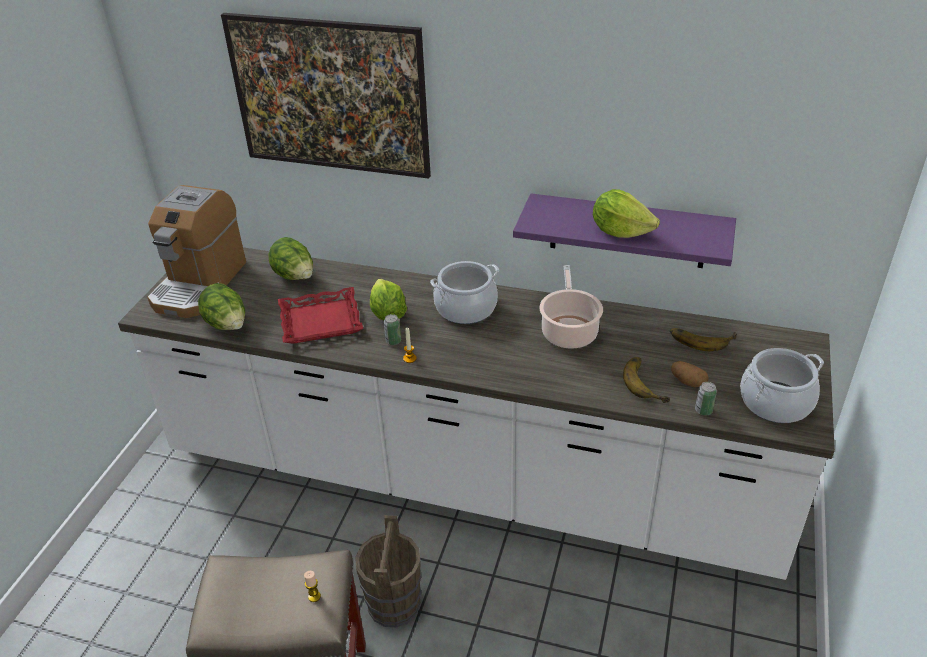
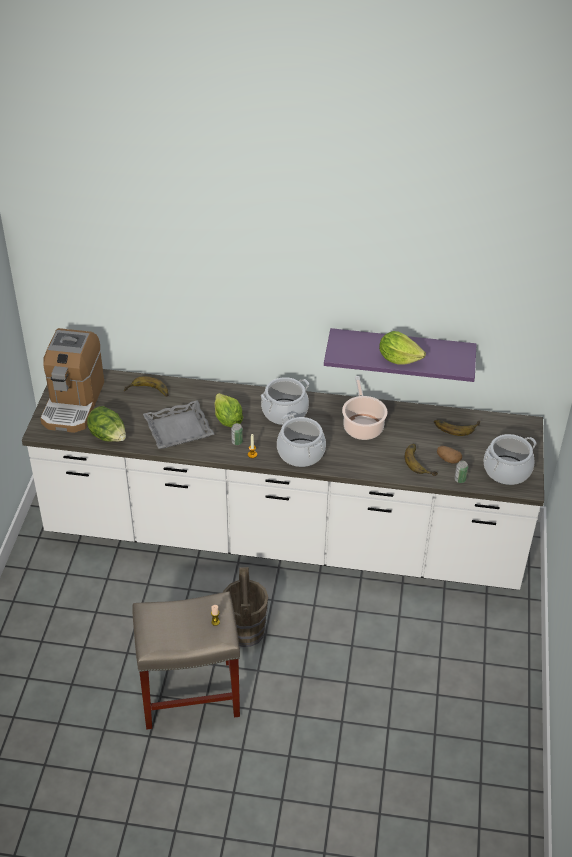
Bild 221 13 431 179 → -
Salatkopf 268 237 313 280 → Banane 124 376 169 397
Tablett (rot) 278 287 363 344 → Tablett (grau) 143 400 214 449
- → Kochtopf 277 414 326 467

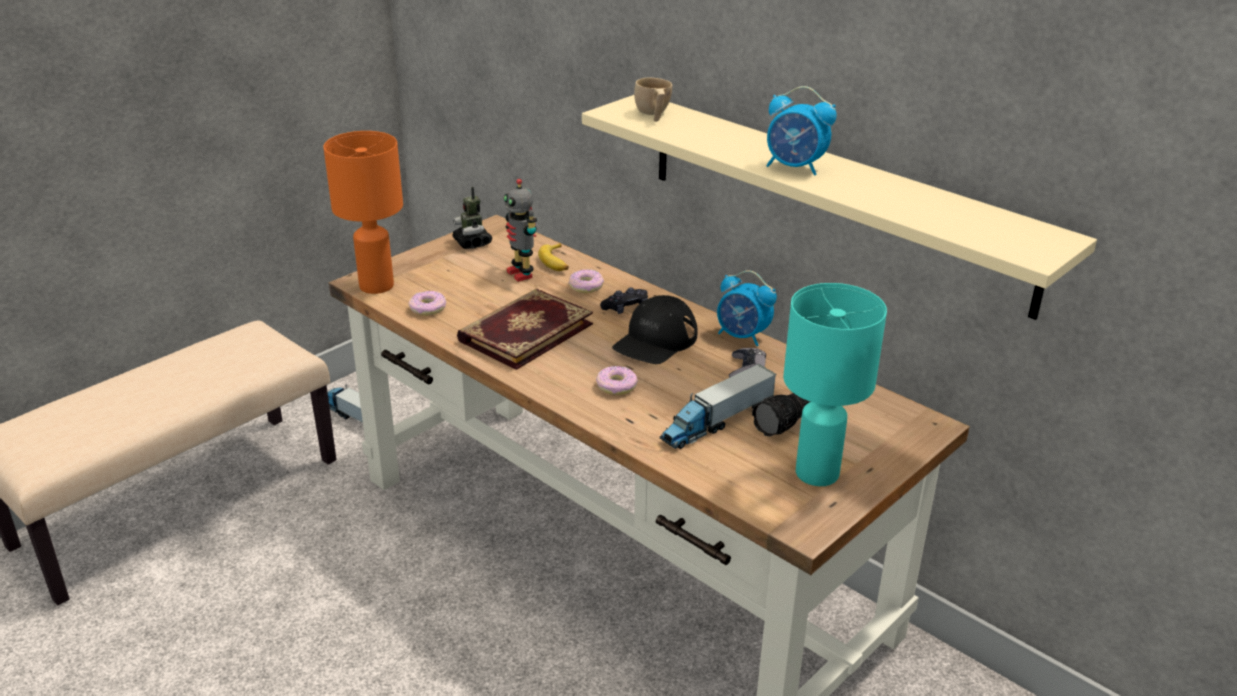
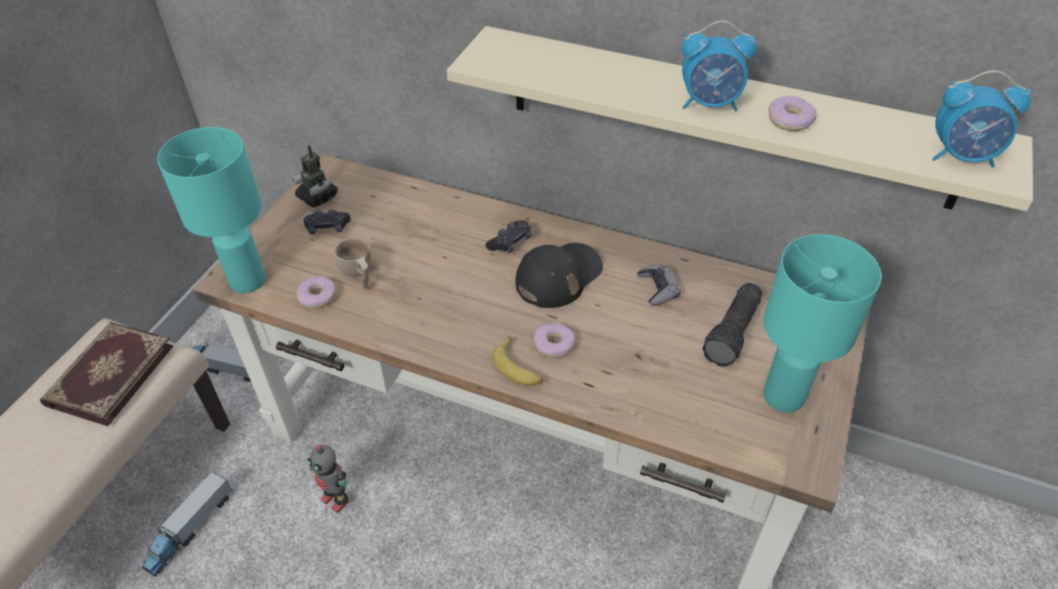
Tasse (beige) 634 78 672 122 → Tasse (beige) 334 238 371 290, moved
Tischlampe (orange) 323 131 403 294 → Tischlampe (türkis) 157 127 266 293
Spielzeugroboter 504 179 537 282 → Spielzeugroboter 307 445 348 513, moved
Banane 538 243 569 271 → Banane 492 336 543 386, moved
Donut 569 269 604 293 → Donut 768 96 816 131, moved
Wecker 717 270 777 346 → Wecker 932 70 1032 167, moved
Buch 457 289 593 370 → Buch 40 322 173 426, moved
Kappe (schwarz) 612 295 698 364 → Kappe (schwarz) 516 243 603 308, 150 degrees counterclockwise
Spielzeuglaster 660 364 776 449 → Spielzeuglaster 141 471 233 577, moved
- → Gamepad (schwarz) 303 209 351 234

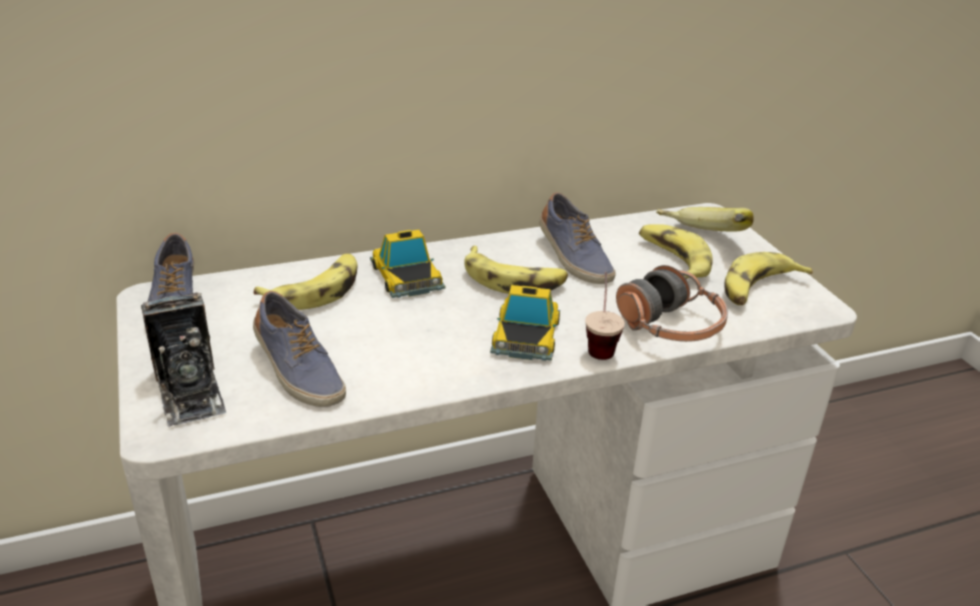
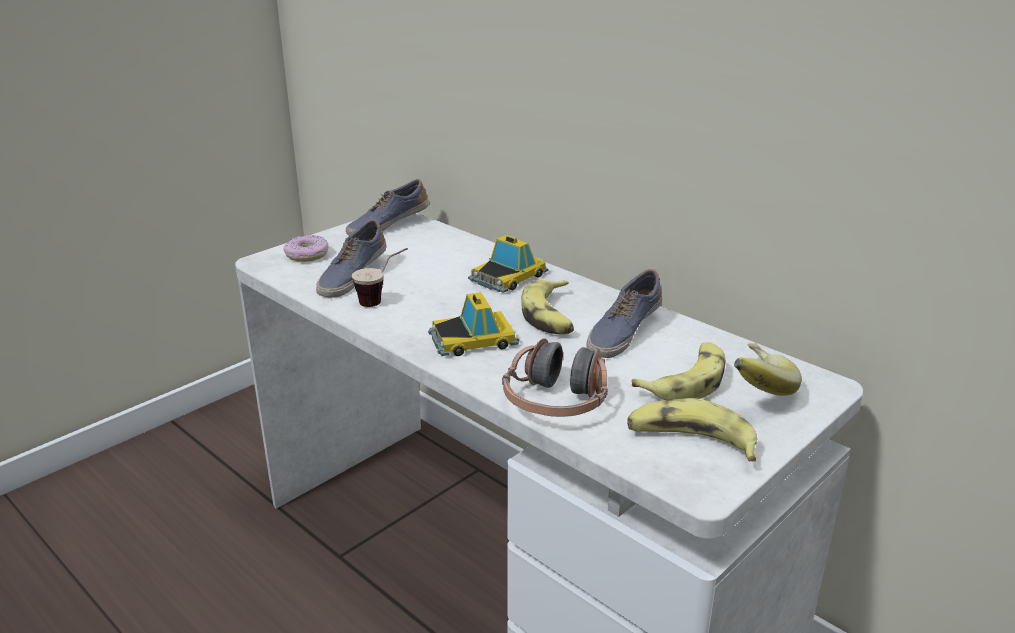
Banane 254 254 358 310 → -
Tasse 585 272 625 360 → Tasse 352 248 408 307, moved
Kamera 141 293 226 427 → Donut 283 235 329 262

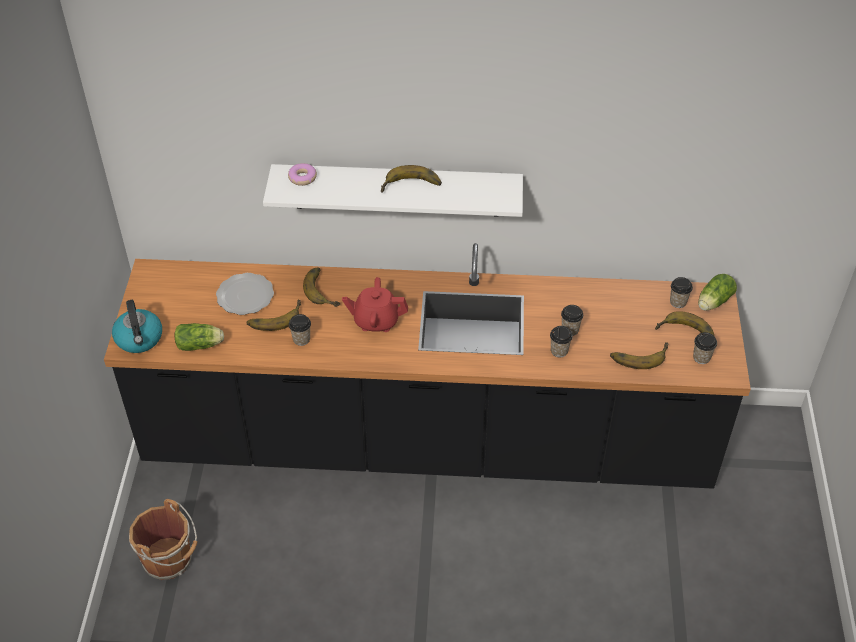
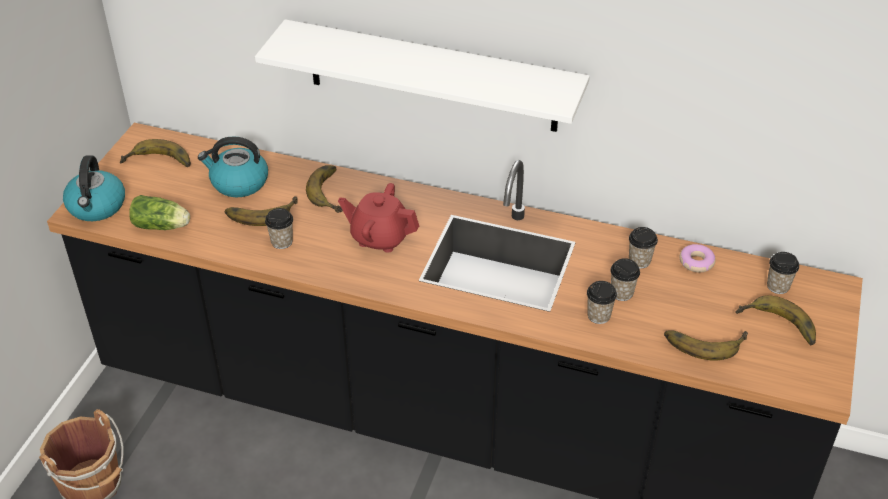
Donut 288 163 317 186 → Donut 680 244 716 272, moved
Banane 381 165 442 193 → Banane 120 139 191 167, moved
Teller 216 273 274 315 → Wasserkessel 198 137 268 197
Salatkopf 698 274 737 311 → -
Tasse 693 332 717 364 → Tasse 629 227 658 268, moved

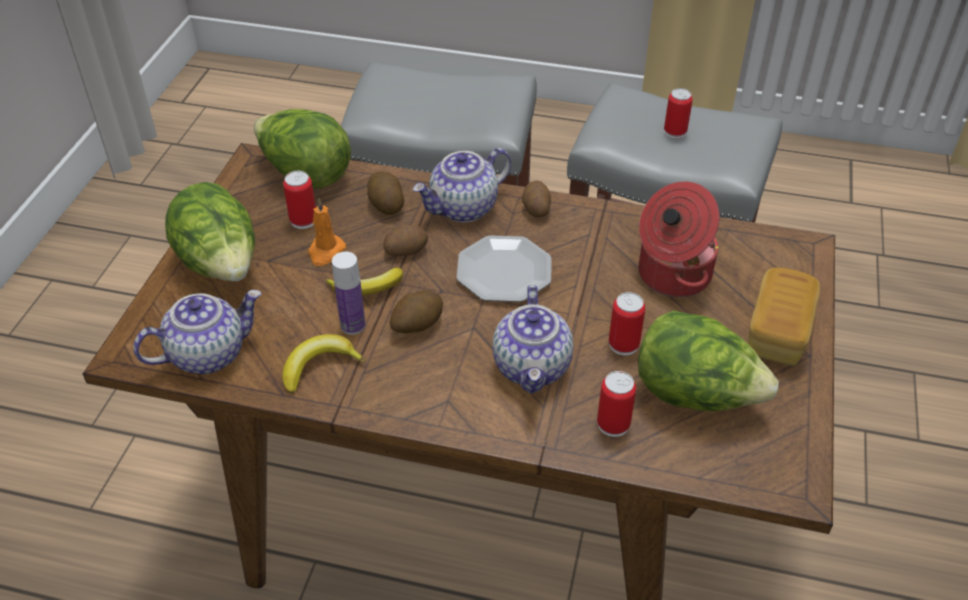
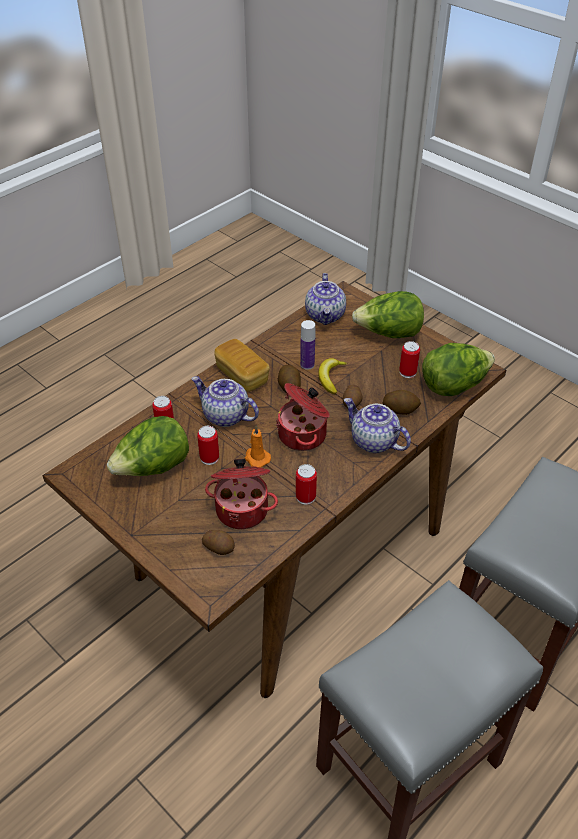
Dose 664 88 693 139 → Dose 296 464 317 505, moved
Teekanne 413 148 511 222 → Teekanne 344 398 411 453, 45 degrees counterclockwise
Kartoffel 522 181 551 217 → Kartoffel 202 530 235 555, moved
Kerze (orange) 308 198 346 266 → Kerze (orange) 245 426 271 468, moved
Teller 456 235 551 302 → Kochtopf 276 383 330 451
Brot 748 268 820 366 → Brot 214 339 270 392, moved
Banane 282 334 366 394 → -

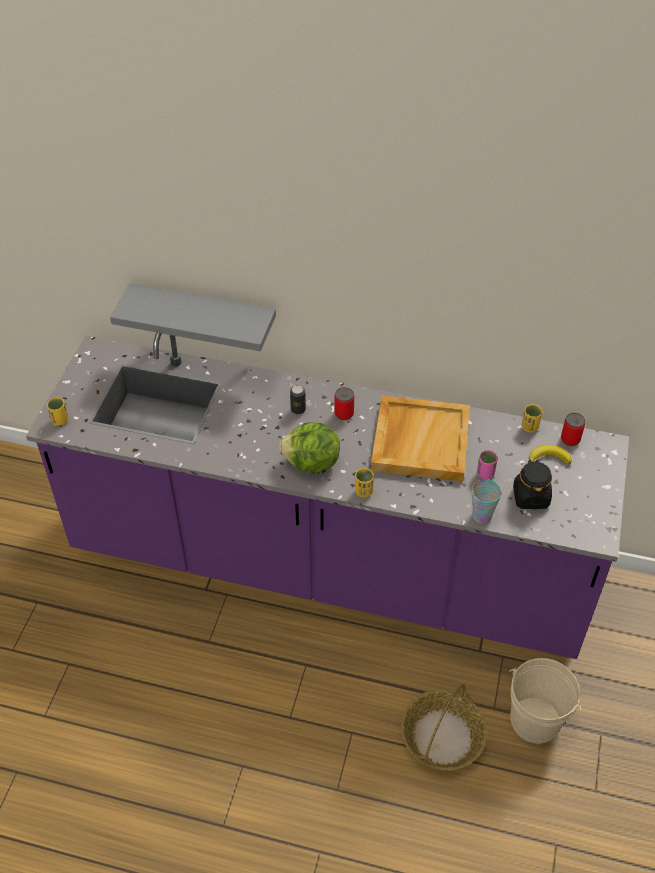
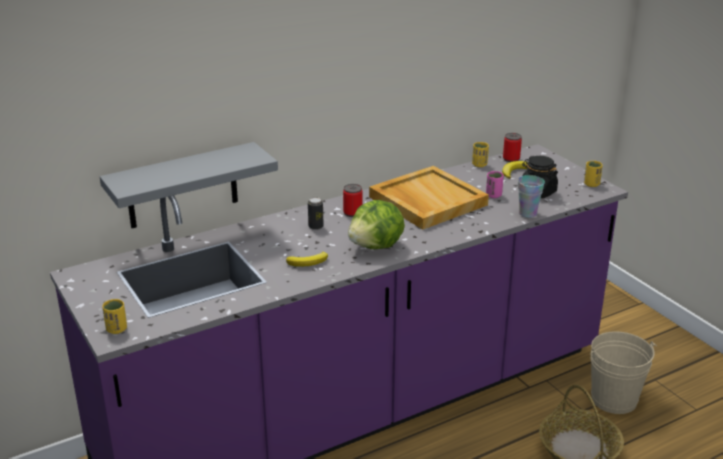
Tasse (gelb) 355 468 374 498 → Tasse (gelb) 584 161 603 187, moved
- → Banane 286 252 328 267

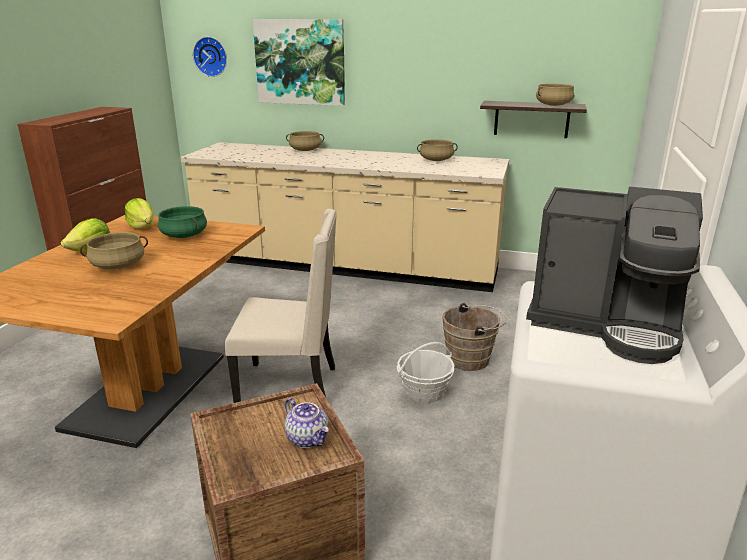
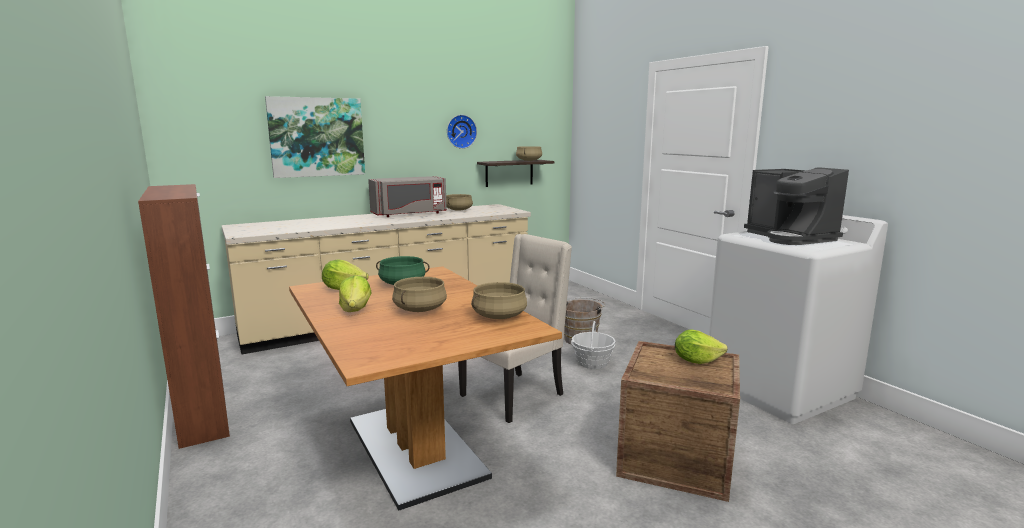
Wanduhr 193 37 227 77 → Wanduhr 447 115 477 149, moved
Kochtopf (beige) 286 131 324 151 → Kochtopf (beige) 471 282 527 319, moved
Kaffeemaschine 526 187 703 364 → Kaffeemaschine 744 167 849 245, 90 degrees clockwise
Teekanne 285 398 329 448 → Salatkopf 675 329 728 364
- → Mikrowelle (grau) 368 176 447 217

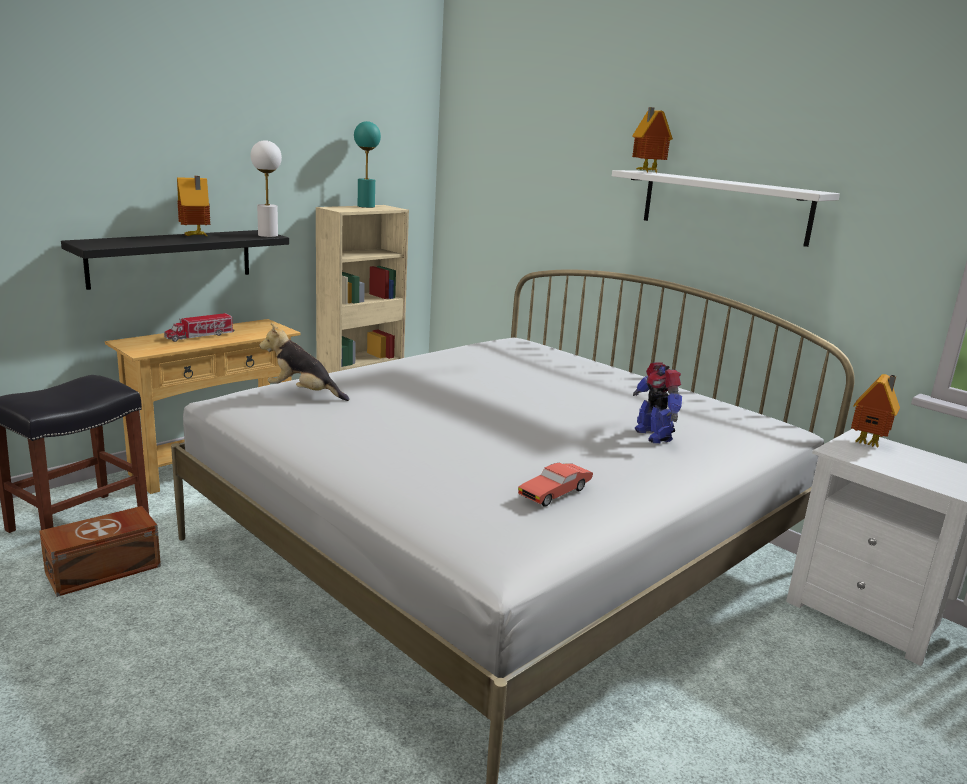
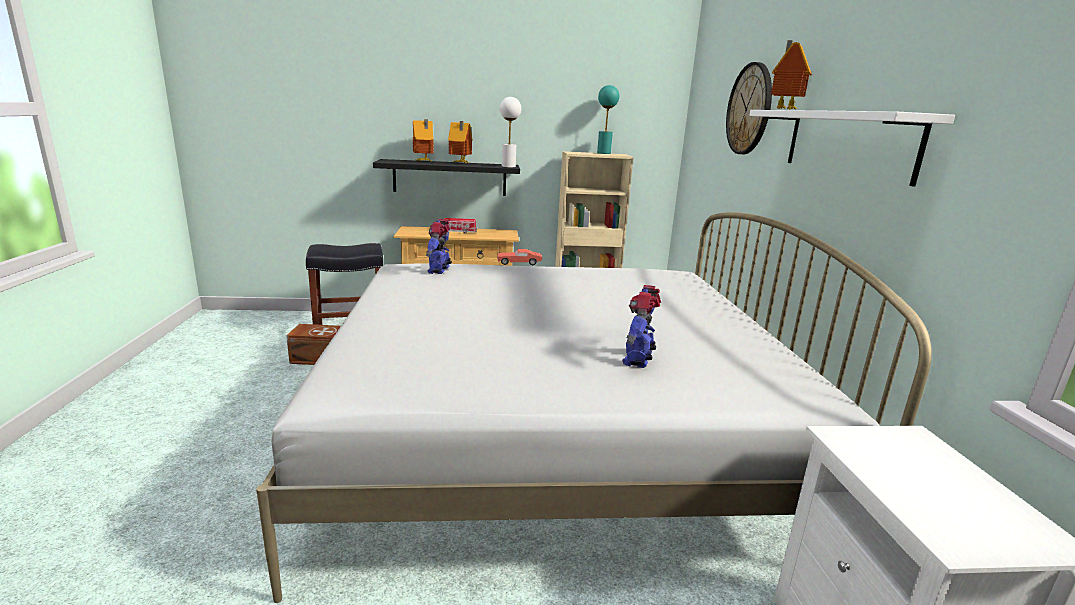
Plüschtier 260 323 349 401 → Spielzeugroboter 426 219 452 274
Spielzeughaus 851 374 900 447 → Spielzeughaus 413 119 434 162, moved
Spielzeugauto (rot) 518 463 593 507 → Spielzeugauto (rot) 497 249 543 265, moved
- → Wanduhr 726 62 772 154

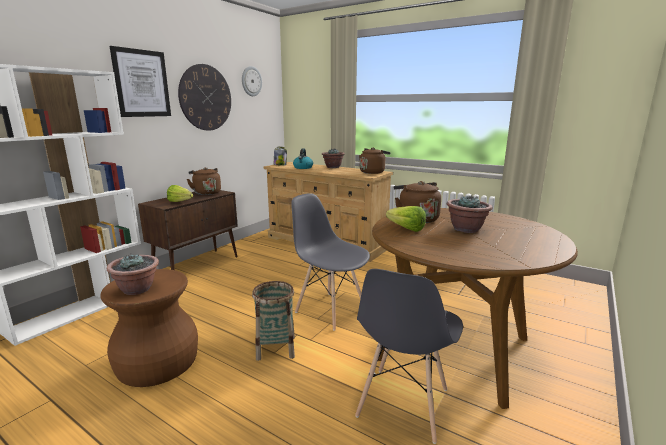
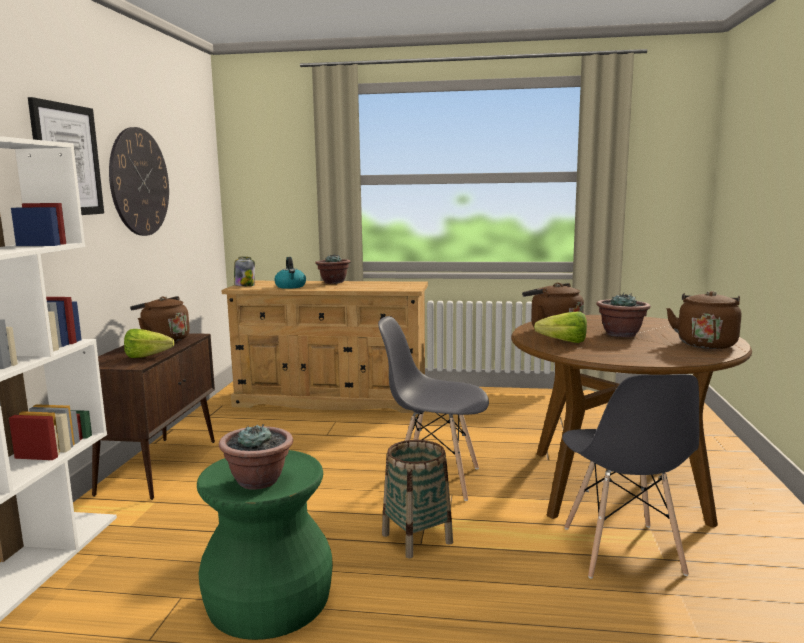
Wanduhr 242 66 262 96 → -
Wasserkessel (braun) 359 148 391 174 → Wasserkessel (braun) 666 291 741 349, moved
Hocker (braun) 100 269 198 387 → Hocker (grün) 197 450 333 640

